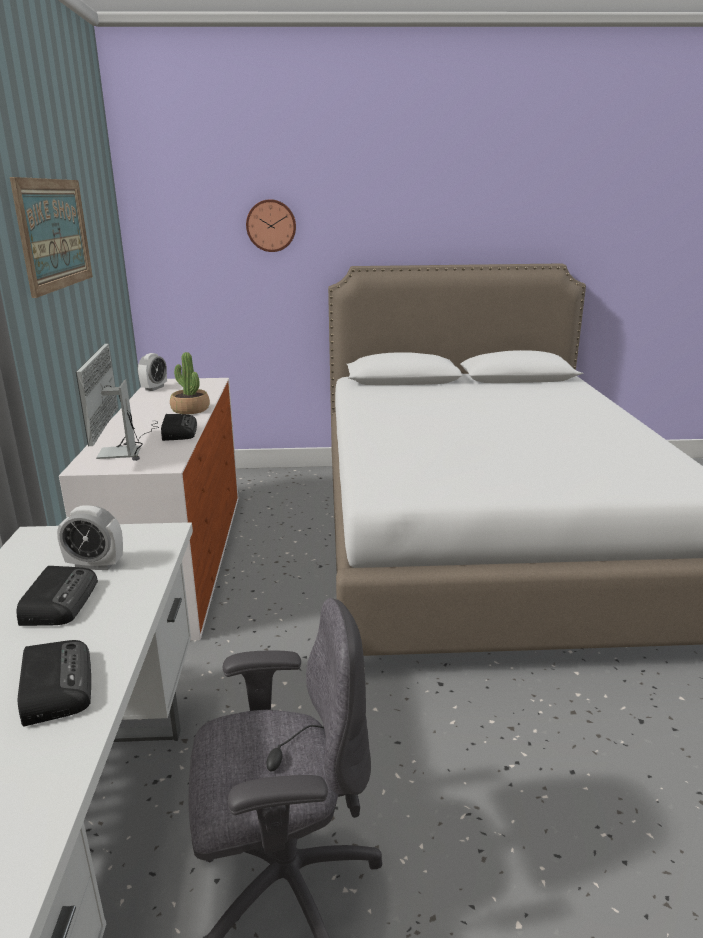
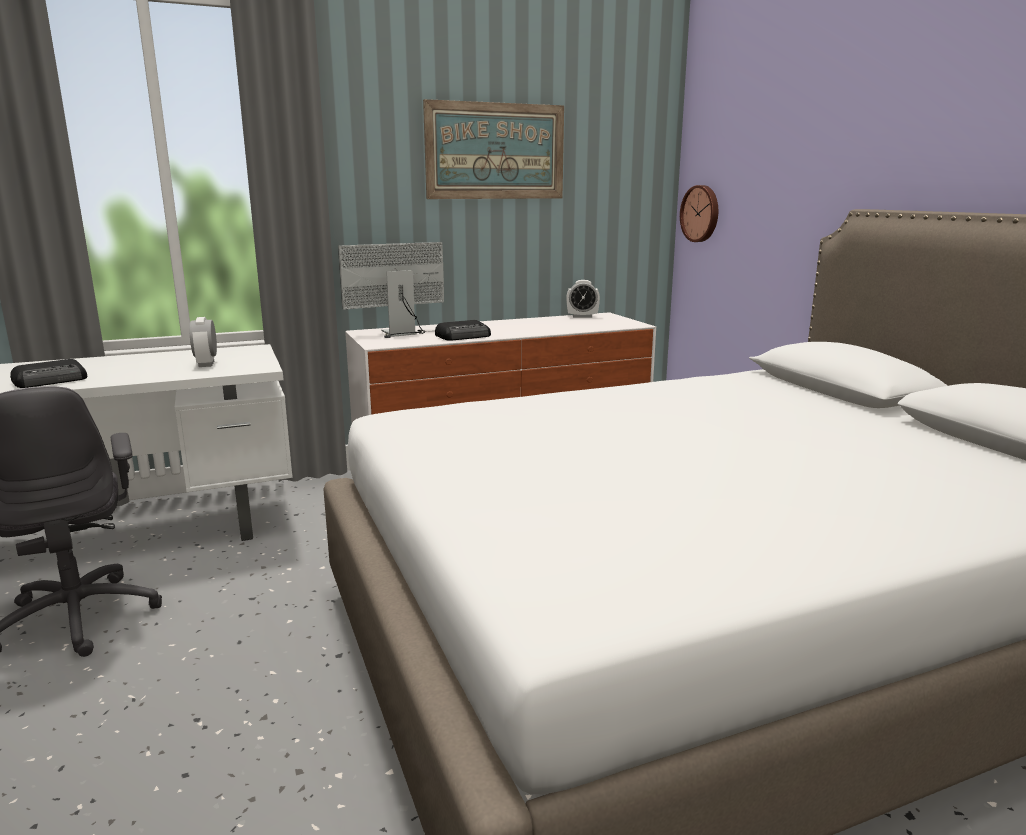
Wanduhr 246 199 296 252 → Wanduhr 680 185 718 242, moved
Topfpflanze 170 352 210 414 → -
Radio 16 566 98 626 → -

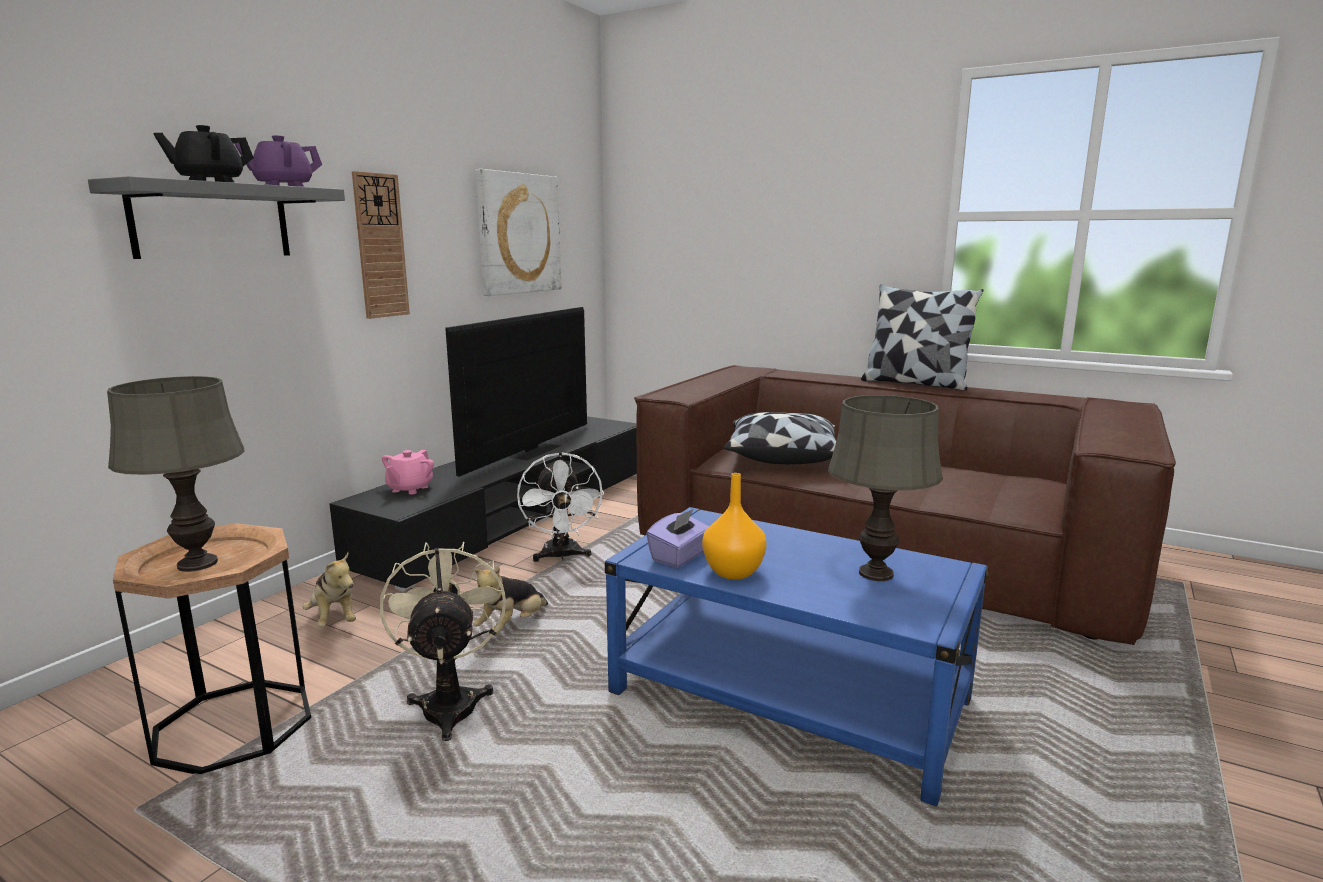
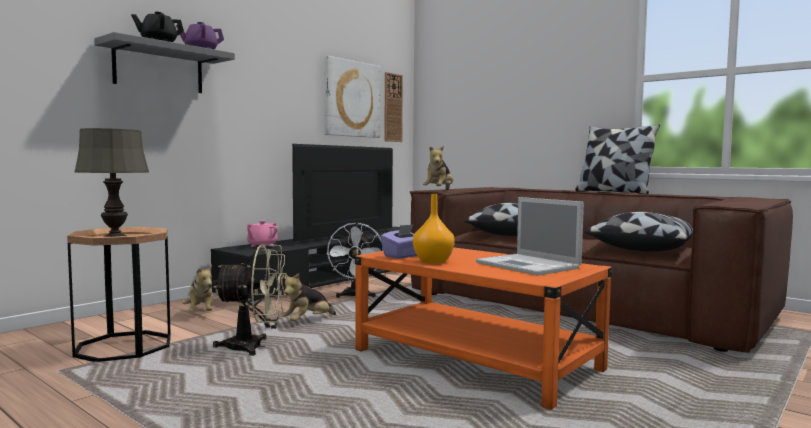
Wanduhr 352 171 410 319 → Wanduhr 384 72 403 142, moved
Tischlampe (grau) 828 395 943 581 → Laptop 476 197 584 276
Couchtisch (blau) 605 507 989 806 → Couchtisch (orange) 355 247 612 410
Ventilator (beige) 380 542 506 741 → Ventilator (beige) 213 244 287 356, 90 degrees clockwise
- → Plüschtier 423 145 453 190
- → Kissen 585 212 693 251

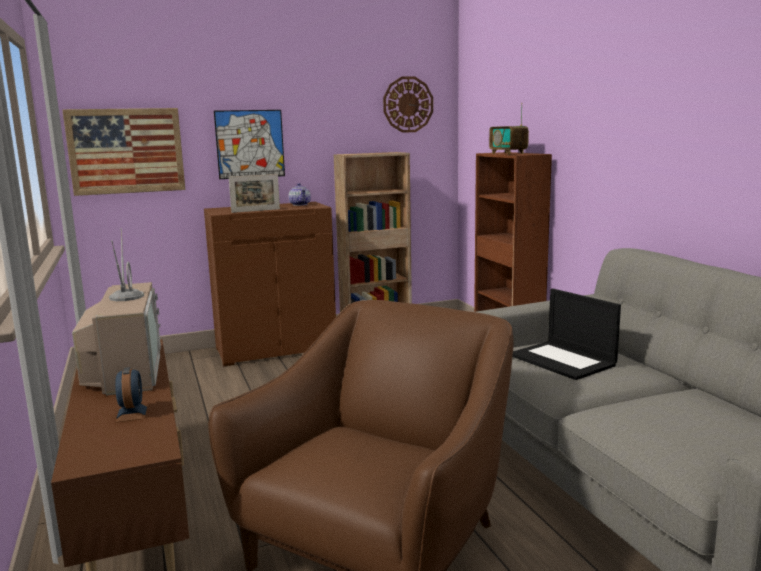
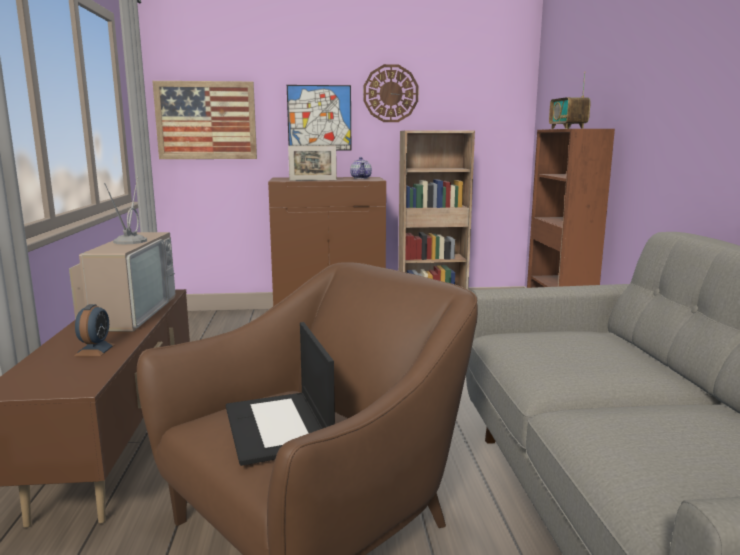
Wanduhr 383 77 433 133 → Wanduhr 363 64 419 122, moved
Laptop 513 288 621 380 → Laptop 226 322 335 466, moved

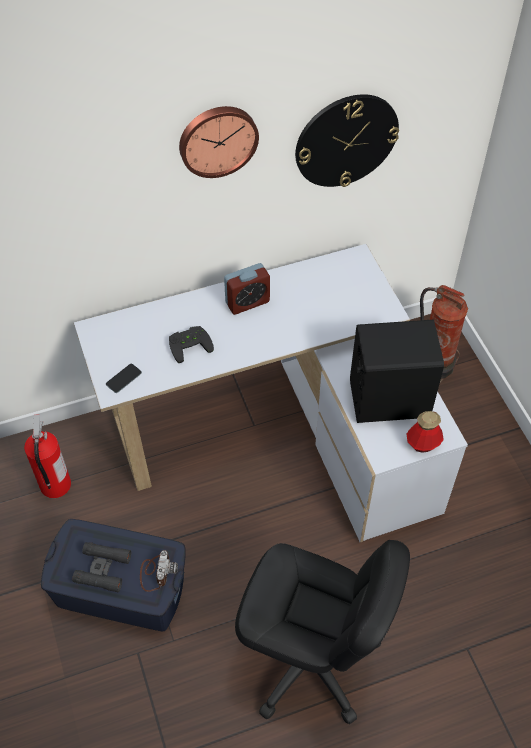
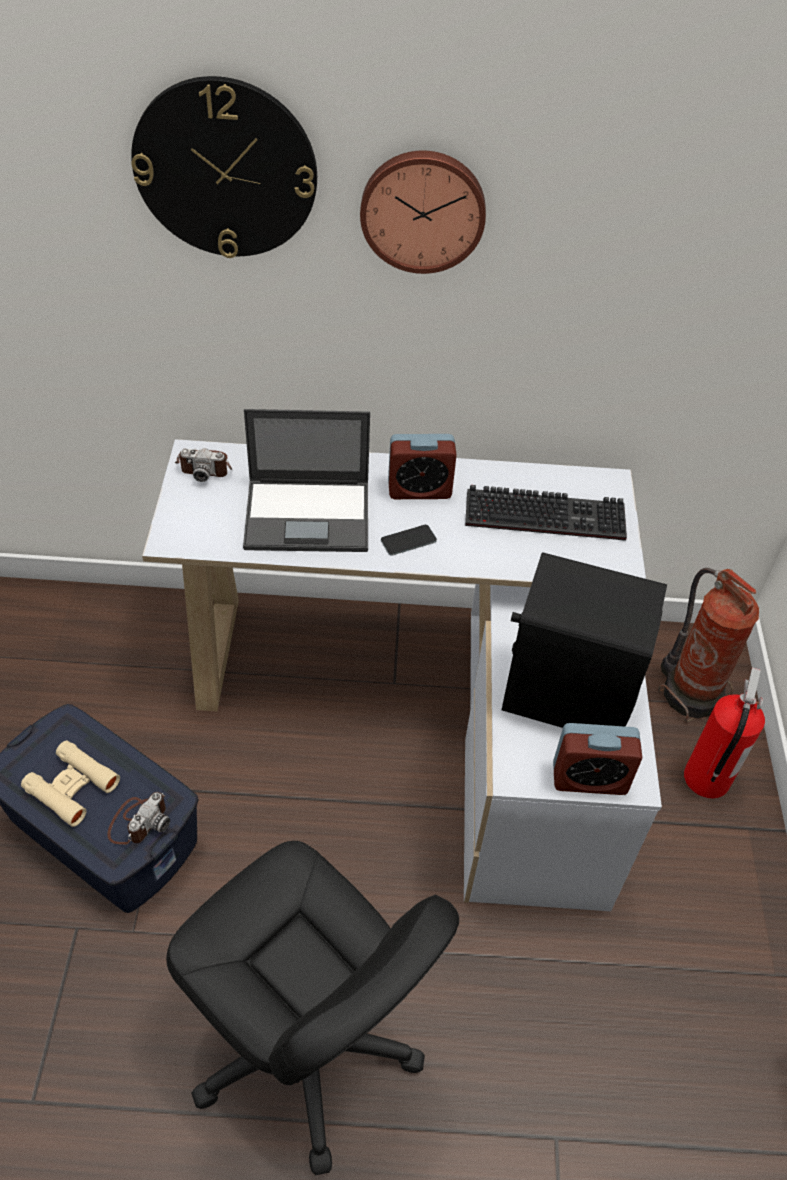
Wanduhr 295 94 399 187 → Wanduhr 131 76 317 258, moved
Gamepad (schwarz) 169 326 214 363 → Laptop 243 409 370 552
Handy 106 364 142 393 → Handy 381 525 437 555, moved
Flasche 407 411 444 453 → Wecker 553 723 642 795
Feuerlöscher 24 414 71 498 → Feuerlöscher 684 667 765 798, moved
Fernglas (schwarz) 72 542 131 593 → Fernglas (beige) 21 741 120 827
- → Kamera 175 448 232 482
- → Tastatur 465 485 627 541

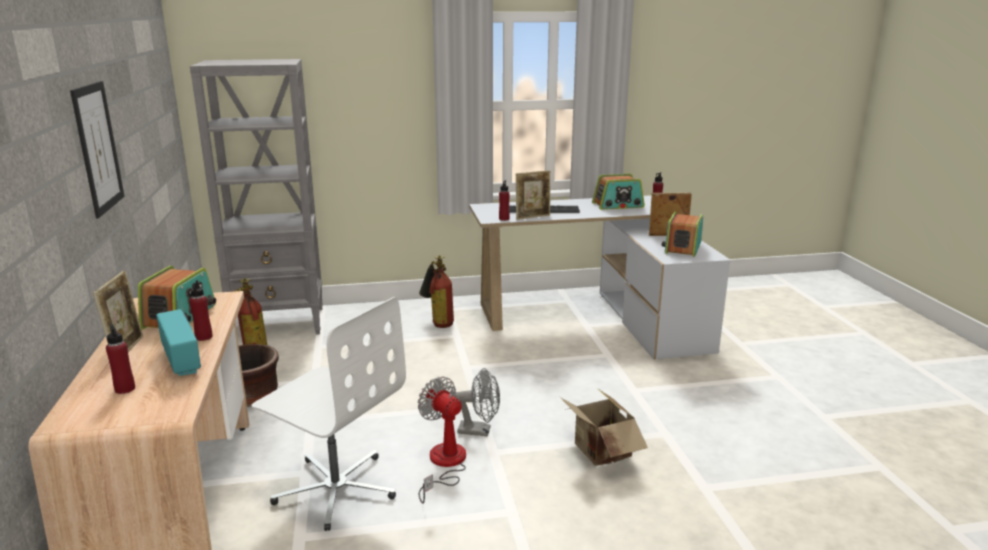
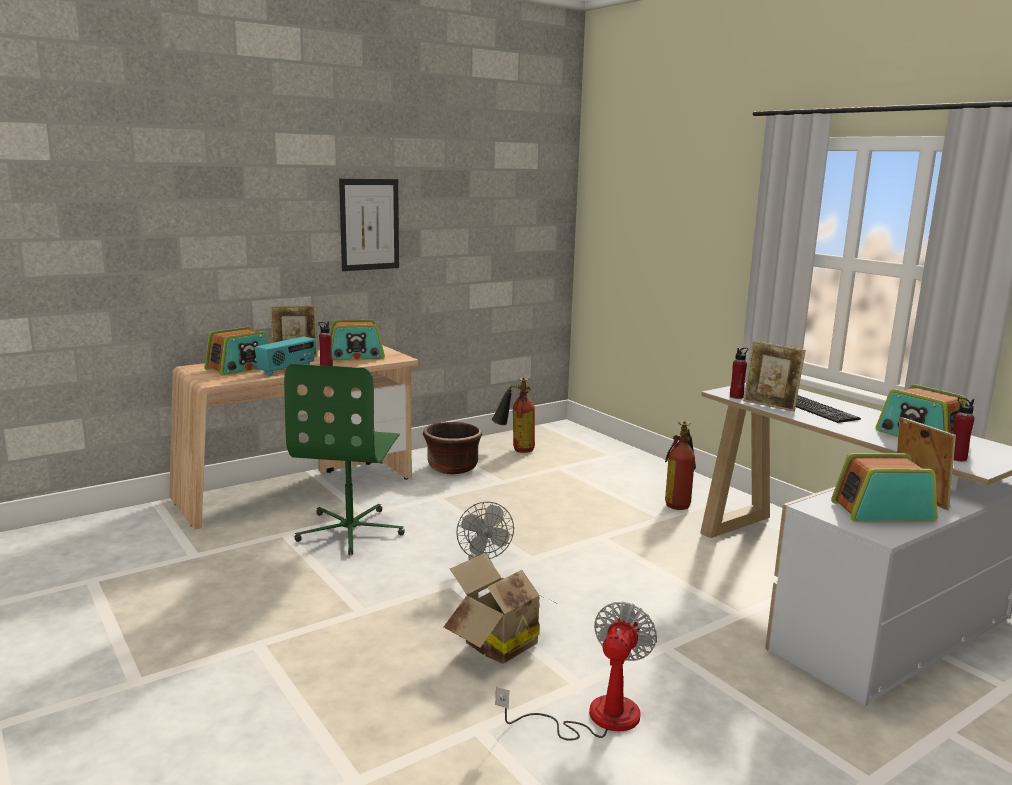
Bücherregal (grau) 190 59 323 335 → -
Bürostuhl (weiß) 251 297 406 531 → Bürostuhl (grün) 284 364 405 555
Flasche (rot) 106 324 135 394 → Radio 205 327 270 376
Ventilator 418 377 466 504 → Ventilator 496 602 657 741, moved

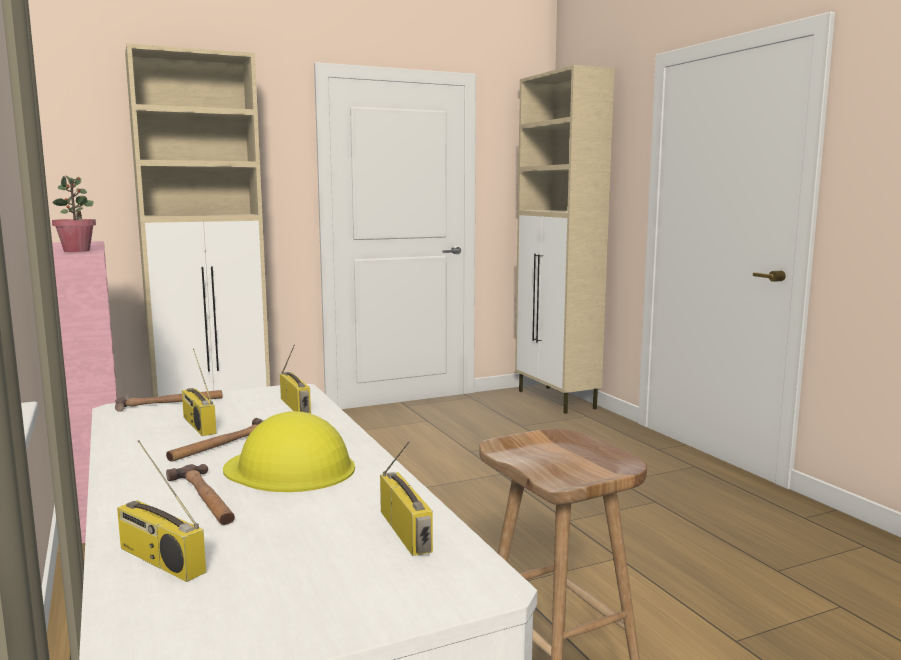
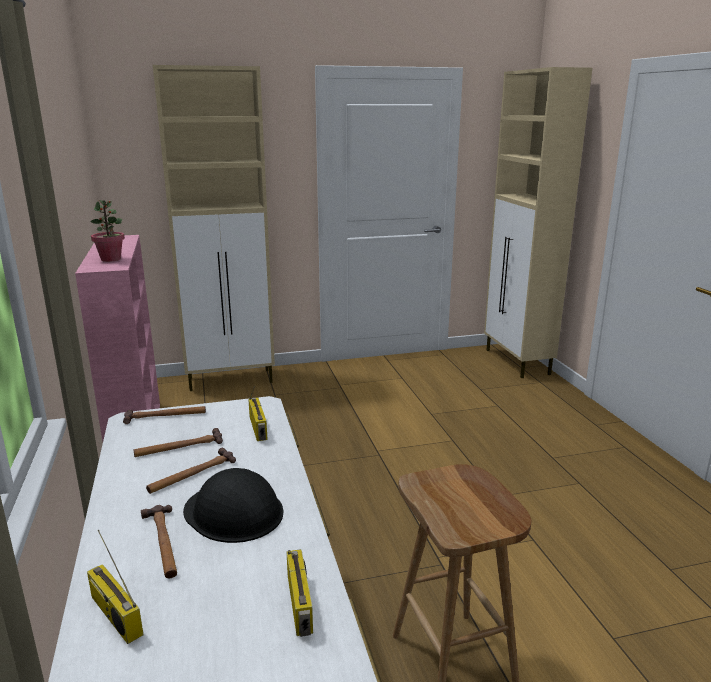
Radio 182 348 217 436 → Hammer 134 428 223 457
Schutzhelm (gelb) 223 411 355 492 → Schutzhelm (schwarz) 183 468 284 543

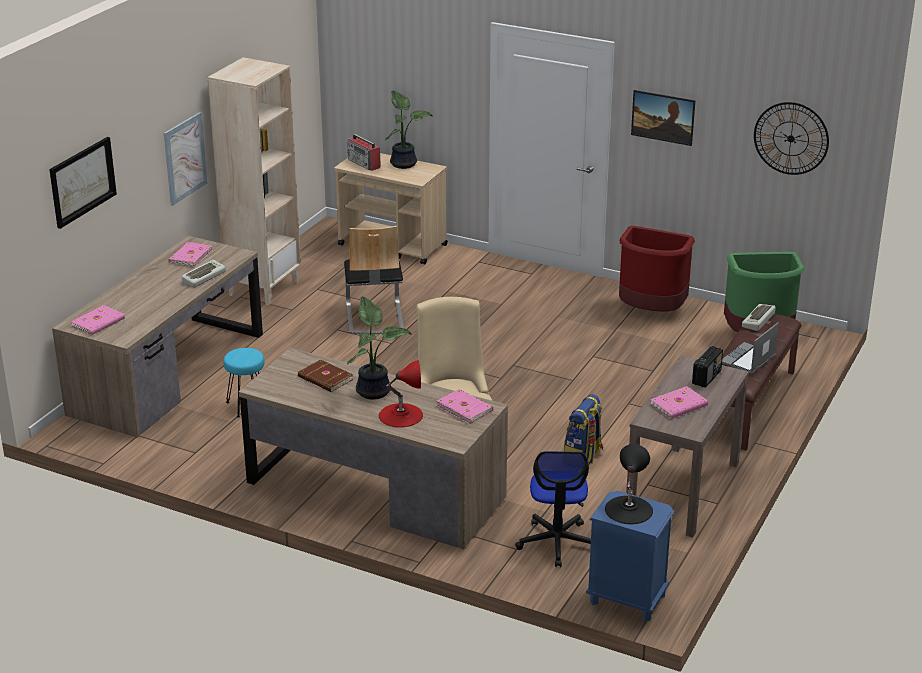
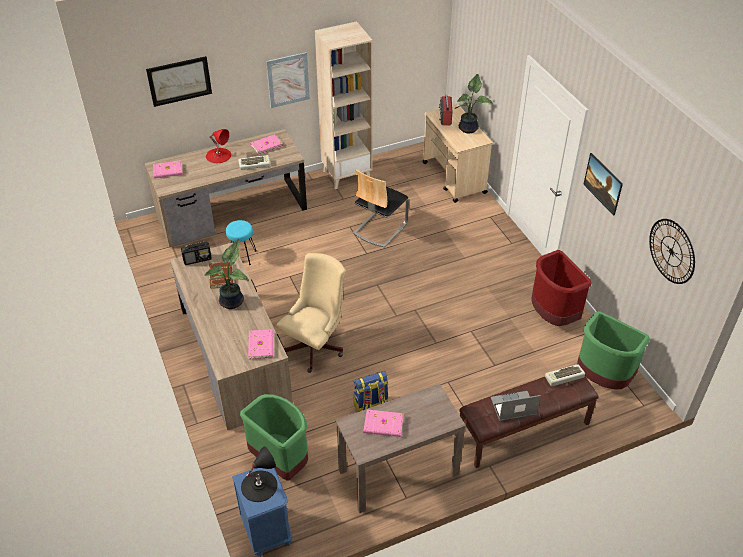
Radio 692 346 723 388 → Radio 181 241 211 265, moved
Tischlampe (rot) 379 360 423 428 → Tischlampe (rot) 206 129 231 163, moved
Bürostuhl 515 451 591 567 → Mülleimer (grün) 240 394 308 481

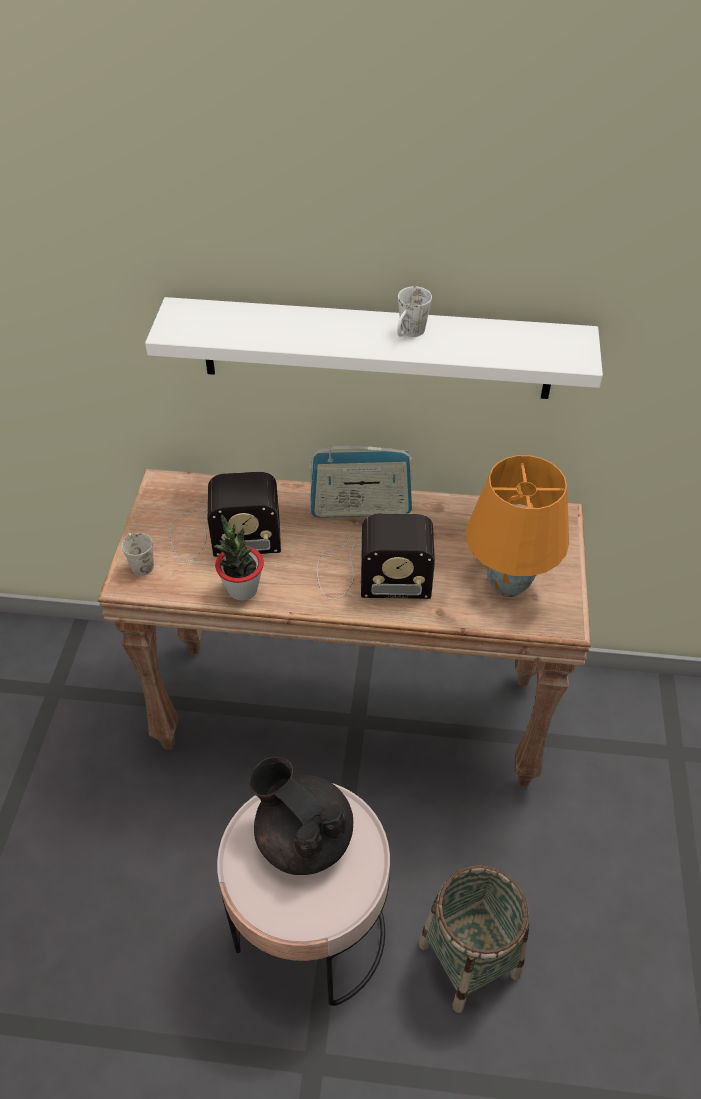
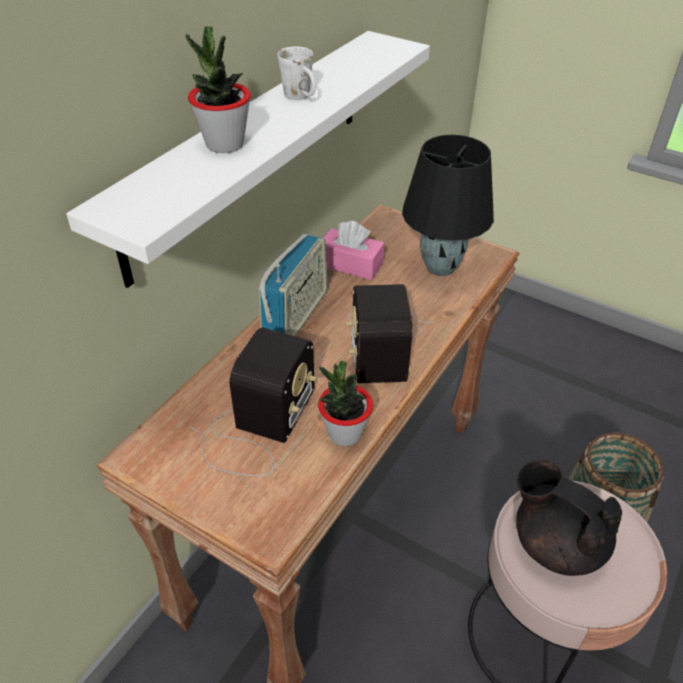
Tischlampe (orange) 466 455 569 597 → Tischlampe (schwarz) 402 135 494 276
Radio 317 513 435 600 → Radio 346 284 434 383, 150 degrees clockwise
Henkelbecher (weiß) 122 533 154 576 → -
Teekanne (schwarz) 248 756 353 875 → Teekanne (schwarz) 516 460 622 576, 60 degrees clockwise
- → Topfpflanze 186 26 251 153
- → Taschentuchbox (rosa) 323 221 385 280

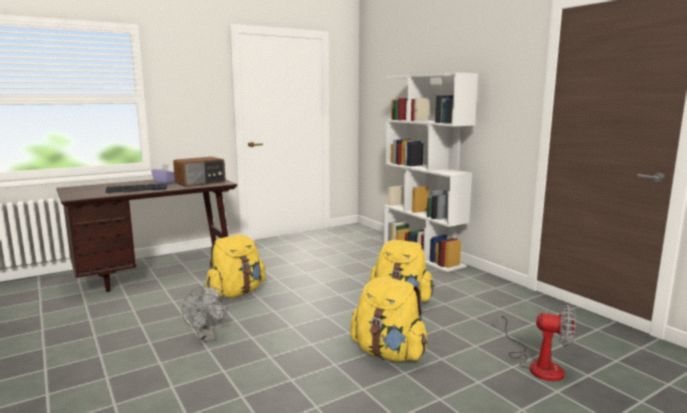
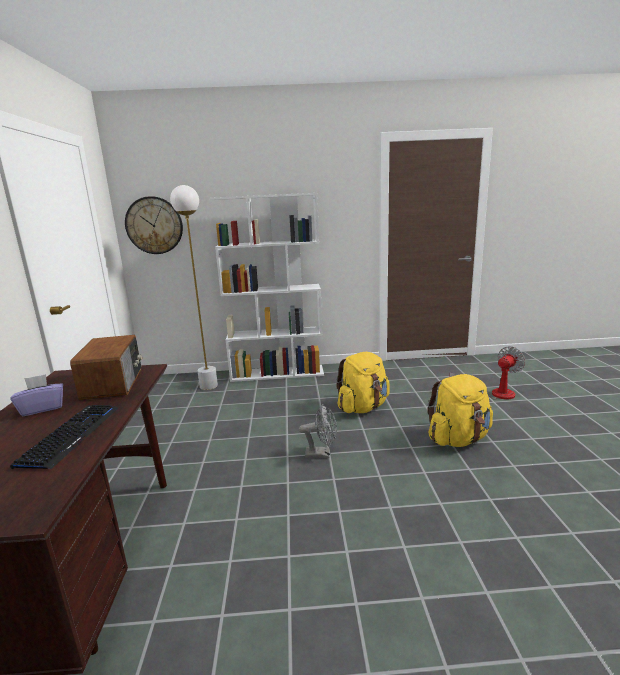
Rucksack (gelb) 206 235 265 298 → -
Ventilator (grau) 182 286 228 342 → Ventilator (grau) 298 404 337 458, moved
- → Stehlampe (weiß) 170 185 218 390
- → Wanduhr 125 196 183 254

